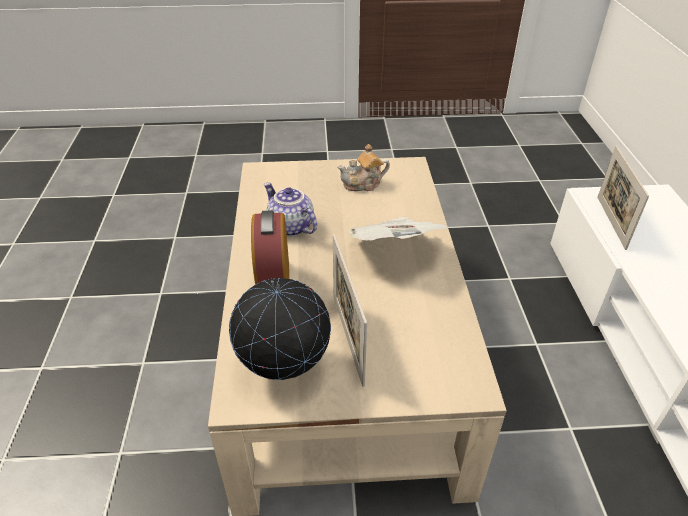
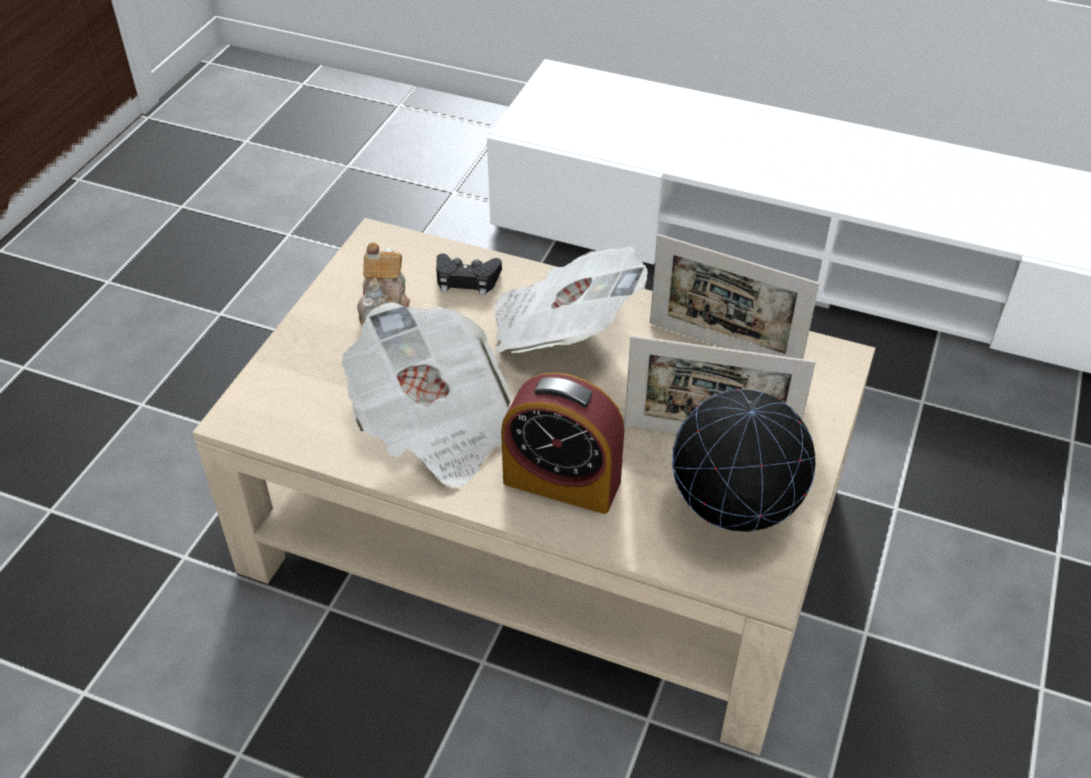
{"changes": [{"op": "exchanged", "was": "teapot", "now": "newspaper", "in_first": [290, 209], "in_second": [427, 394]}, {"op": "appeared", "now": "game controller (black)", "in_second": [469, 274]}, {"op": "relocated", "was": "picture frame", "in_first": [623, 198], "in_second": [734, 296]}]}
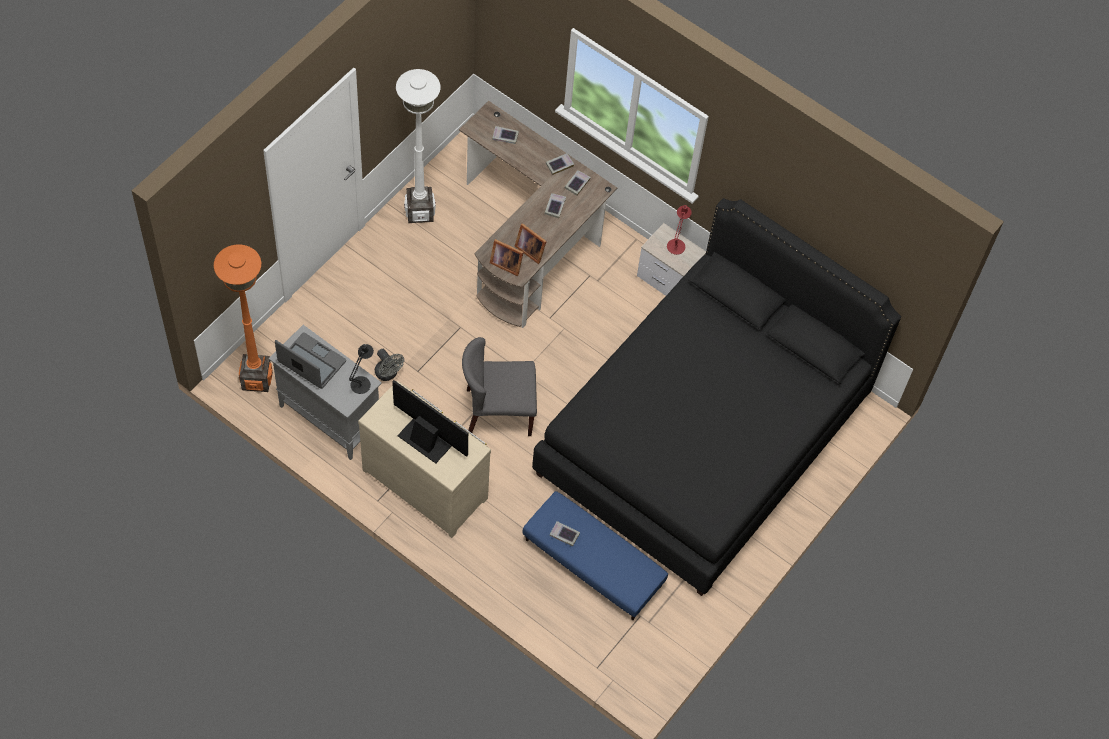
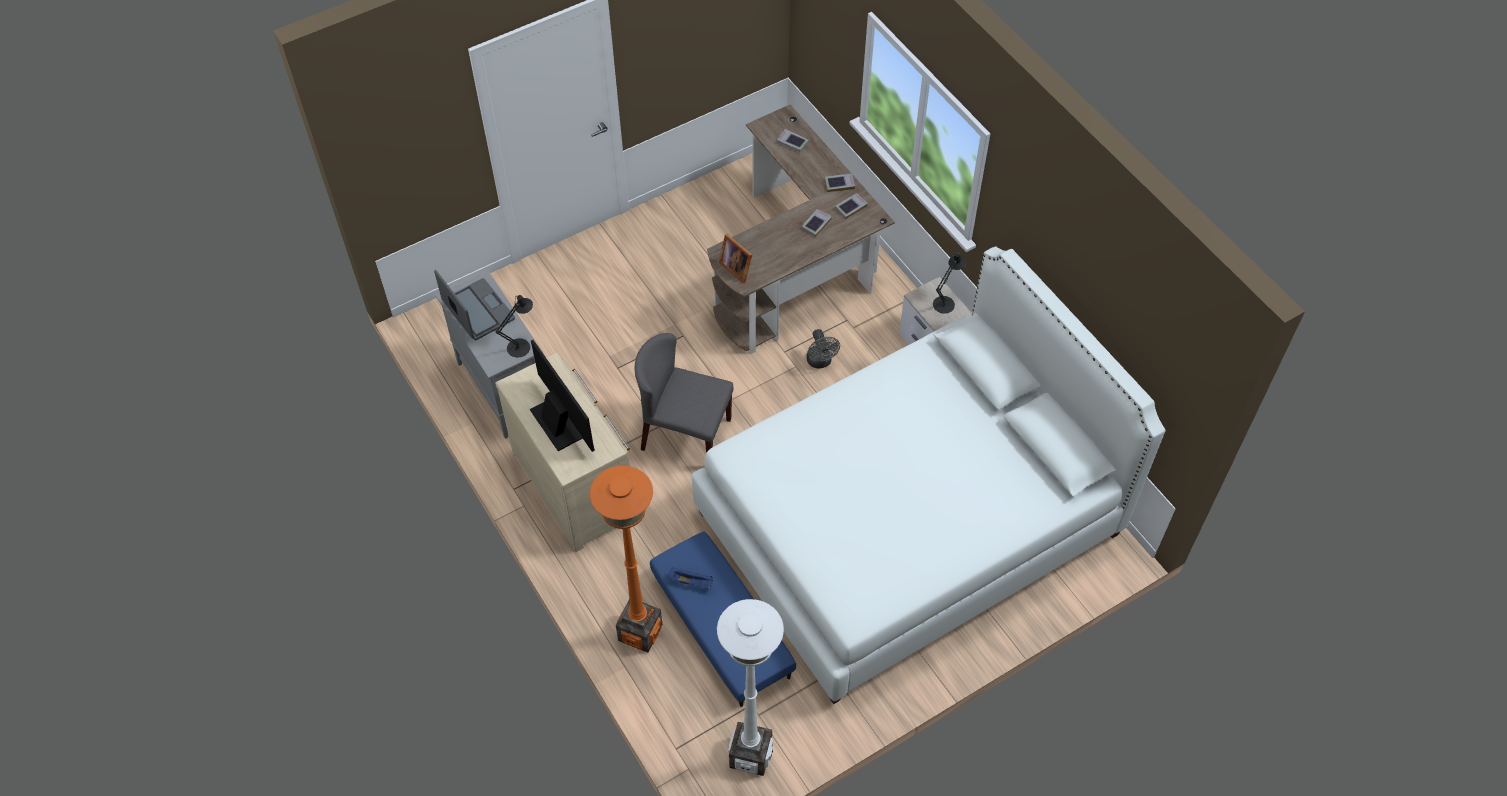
{"changes": [{"op": "relocated", "was": "floor lamp (orange)", "in_first": [243, 318], "in_second": [626, 559]}, {"op": "exchanged", "was": "book", "now": "tray (blue)", "in_first": [565, 533], "in_second": [690, 579]}, {"op": "colour", "was": "bed (black)", "now": "bed (white)", "in_first": [716, 397], "in_second": [929, 475]}, {"op": "relocated", "was": "floor lamp (white)", "in_first": [418, 146], "in_second": [750, 687]}, {"op": "relocated", "was": "fan (grey)", "in_first": [389, 365], "in_second": [823, 349]}, {"op": "colour", "was": "table lamp (red)", "now": "table lamp (black)", "in_first": [679, 230], "in_second": [949, 282]}, {"op": "missing", "was": "picture frame", "in_first": [531, 243]}]}
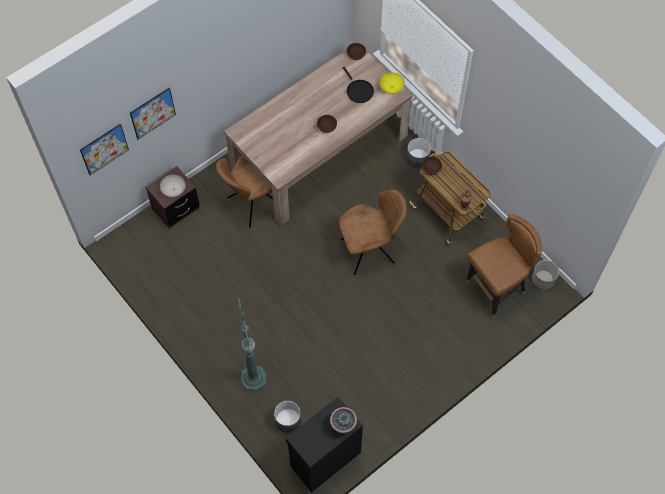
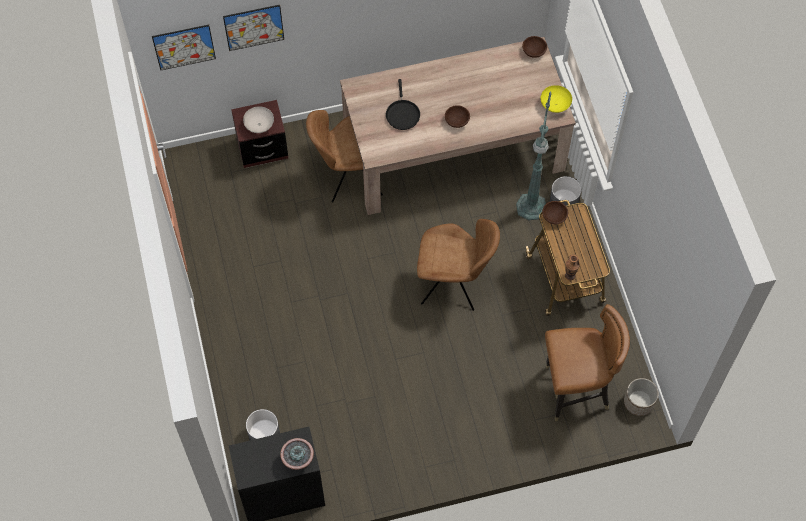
{"changes": [{"op": "relocated", "was": "frying pan (black)", "in_first": [358, 85], "in_second": [403, 104]}, {"op": "relocated", "was": "floor lamp (green)", "in_first": [252, 344], "in_second": [533, 155]}]}
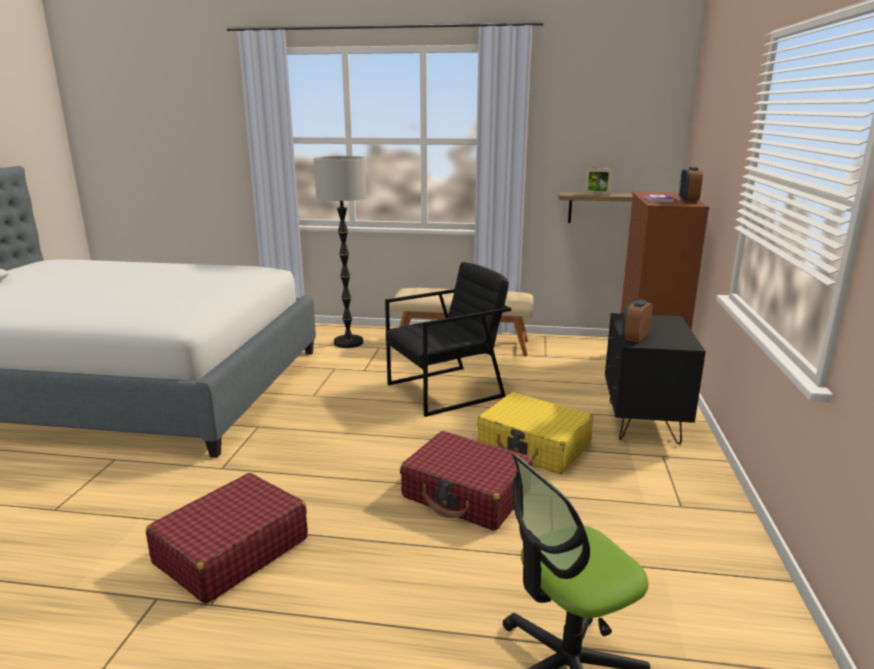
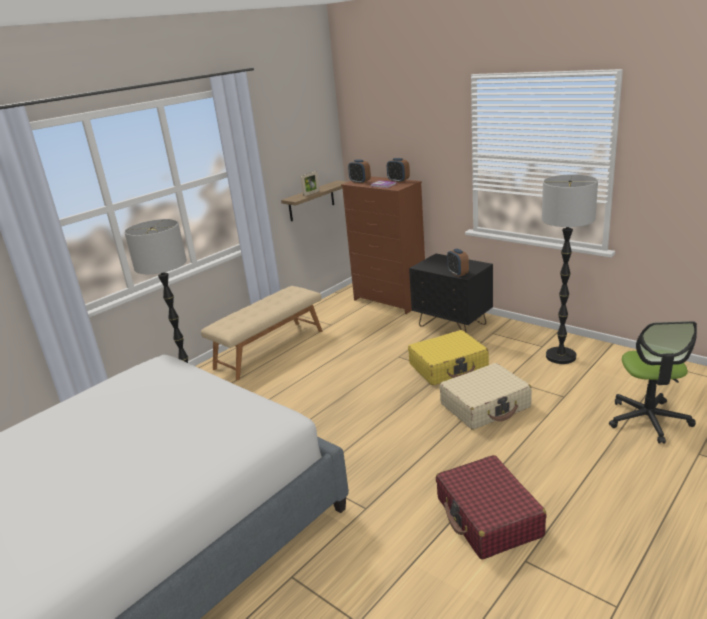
{"changes": [{"op": "appeared", "now": "alarm clock", "in_second": [359, 171]}, {"op": "colour", "was": "suitcase (red)", "now": "suitcase (beige)", "in_first": [466, 481], "in_second": [485, 396]}, {"op": "appeared", "now": "floor lamp", "in_second": [570, 269]}, {"op": "missing", "was": "armchair (black)", "in_first": [448, 339]}]}
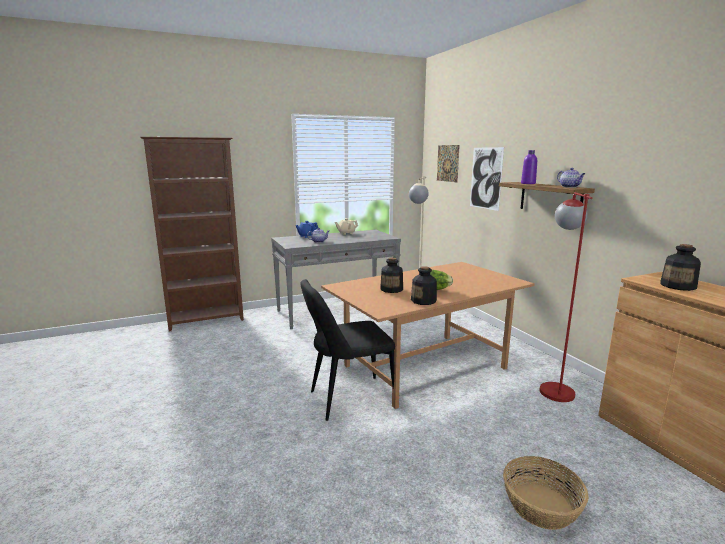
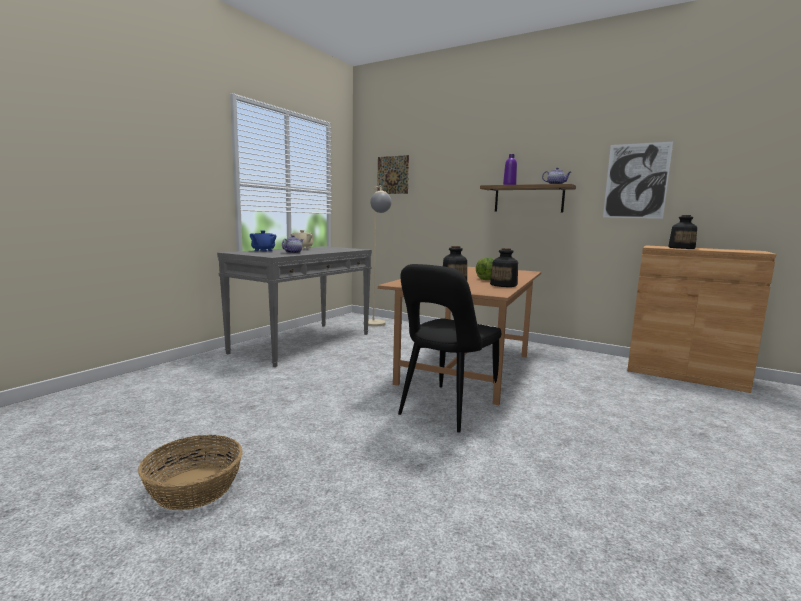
{"changes": [{"op": "relocated", "was": "basket", "in_first": [546, 493], "in_second": [190, 472]}, {"op": "relocated", "was": "picture", "in_first": [487, 179], "in_second": [638, 180]}, {"op": "missing", "was": "bookcase (brown)", "in_first": [192, 234]}, {"op": "missing", "was": "floor lamp (red)", "in_first": [566, 297]}]}
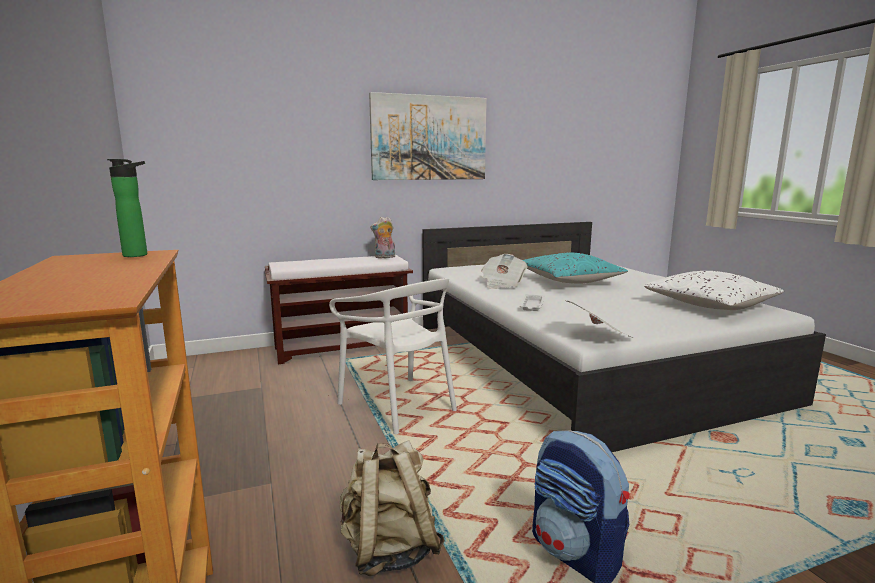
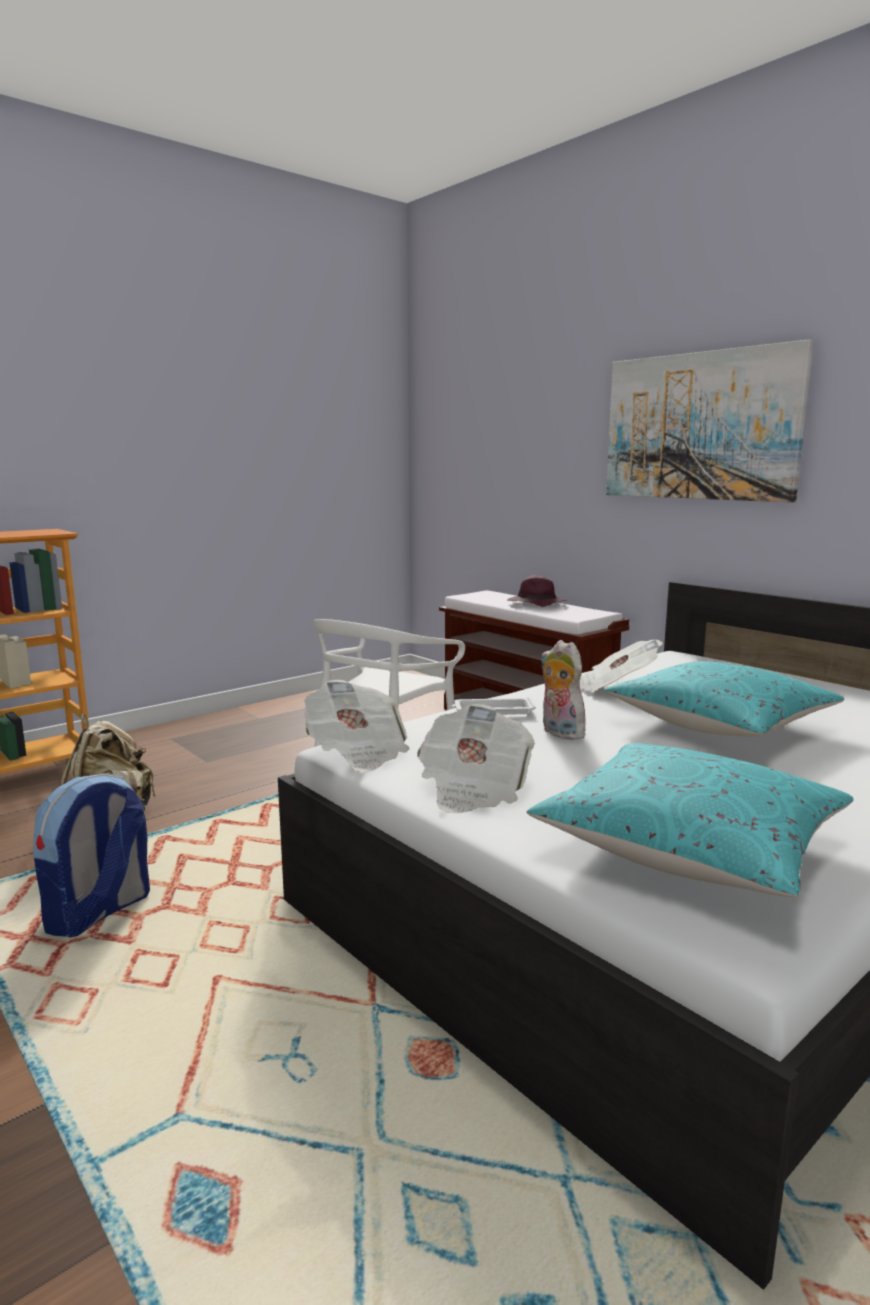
{"changes": [{"op": "appeared", "now": "newspaper", "in_second": [476, 758]}, {"op": "appeared", "now": "hat (purple)", "in_second": [537, 591]}, {"op": "colour", "was": "pillow (white)", "now": "pillow (turquoise)", "in_first": [714, 290], "in_second": [690, 820]}, {"op": "relocated", "was": "plush toy", "in_first": [382, 237], "in_second": [566, 690]}, {"op": "missing", "was": "bottle", "in_first": [127, 208]}]}
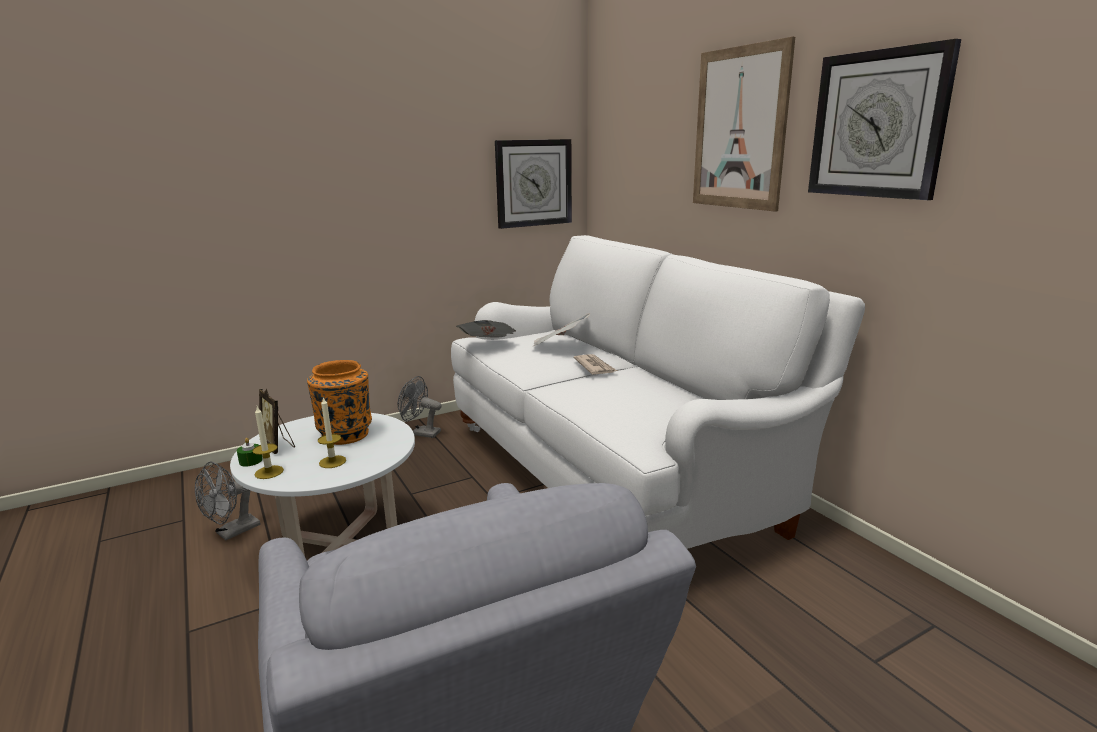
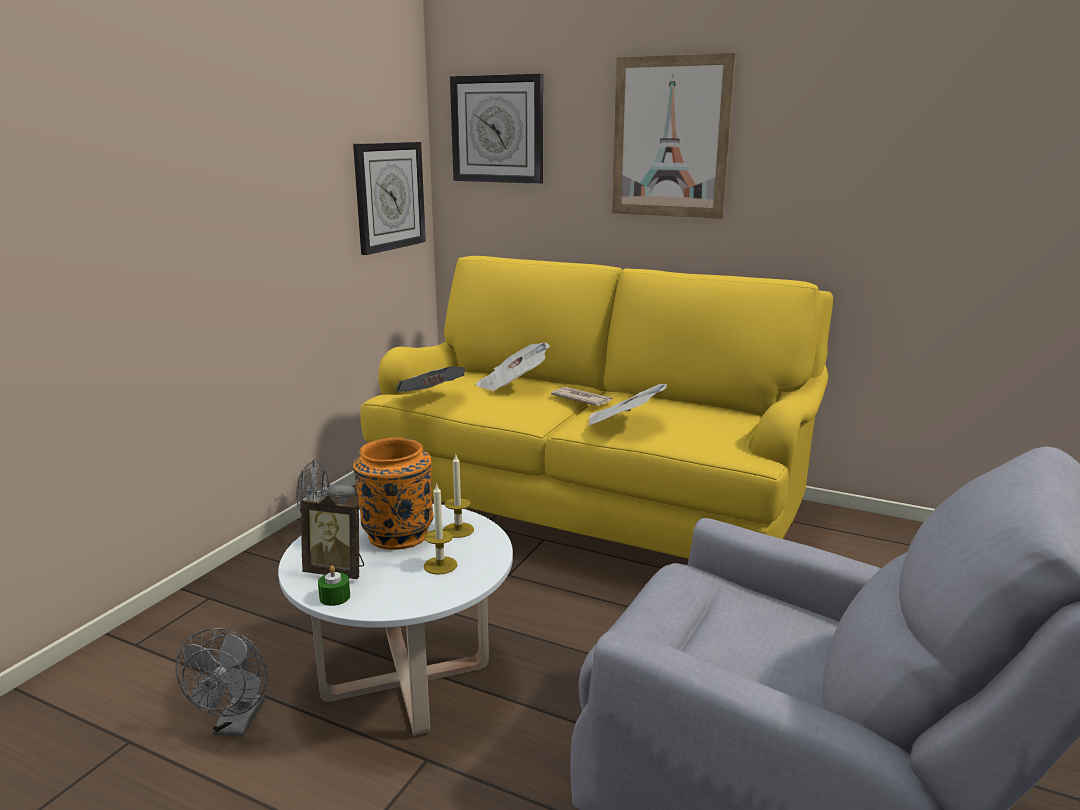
{"changes": [{"op": "colour", "was": "sofa (white)", "now": "sofa (yellow)", "in_first": [658, 392], "in_second": [596, 407]}, {"op": "relocated", "was": "candle", "in_first": [268, 443], "in_second": [459, 496]}, {"op": "relocated", "was": "wall clock", "in_first": [884, 119], "in_second": [496, 129]}, {"op": "appeared", "now": "newspaper", "in_second": [627, 404]}]}
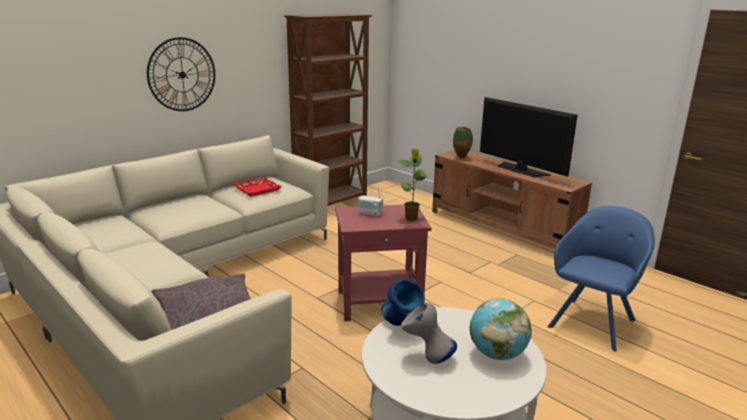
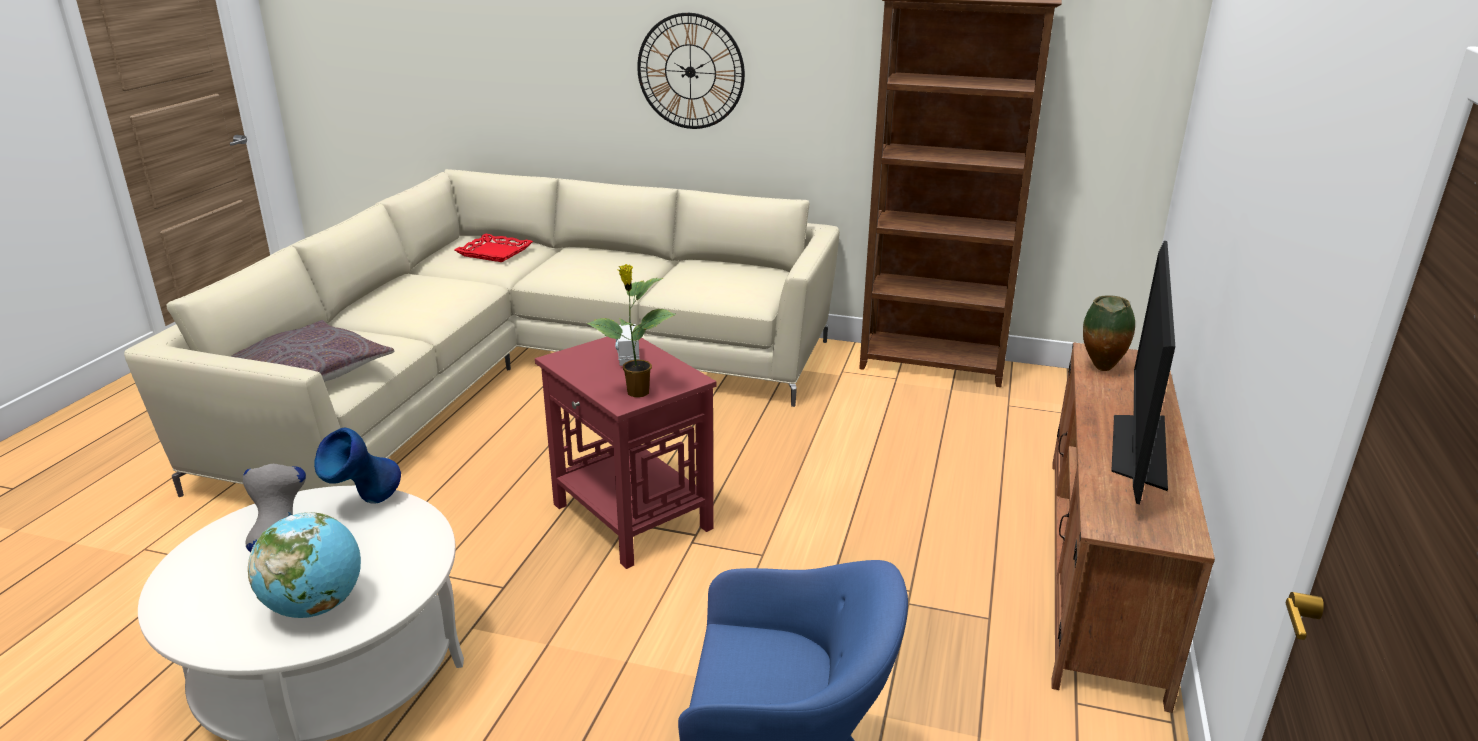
{"changes": [{"op": "relocated", "was": "tray (red)", "in_first": [257, 187], "in_second": [493, 247]}]}
